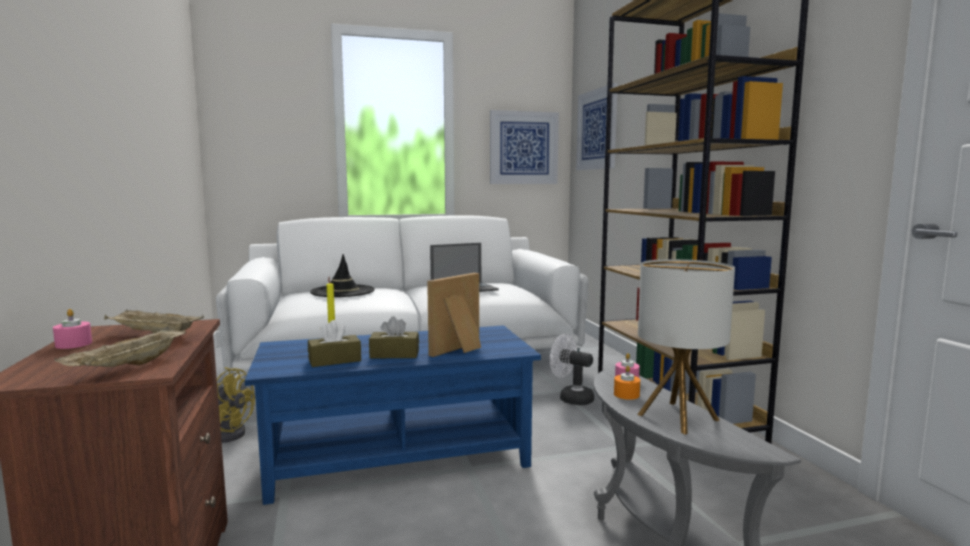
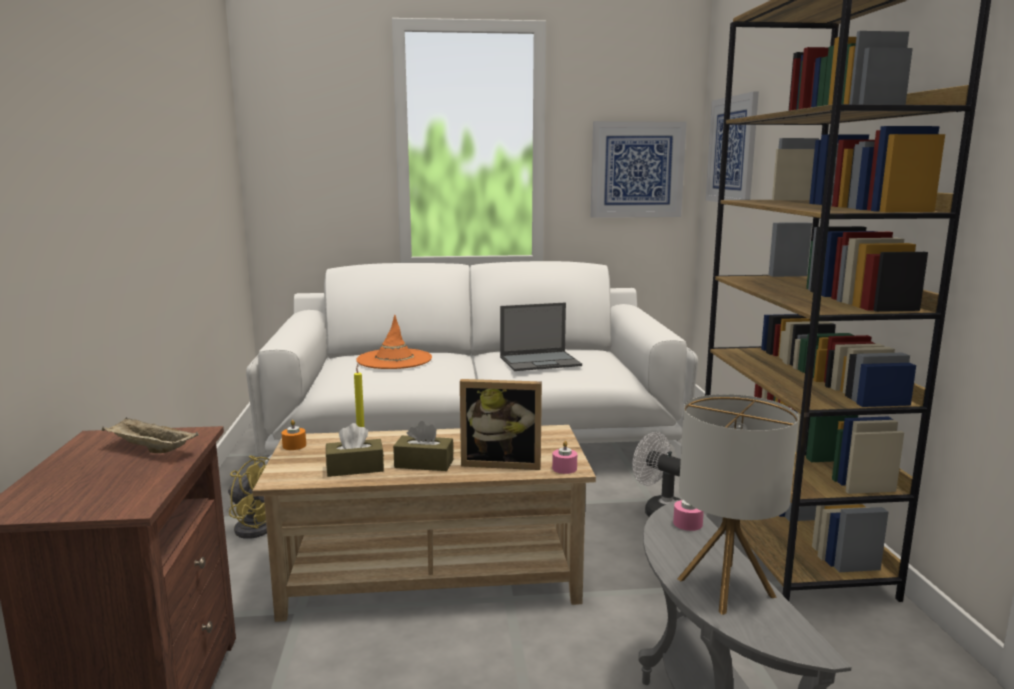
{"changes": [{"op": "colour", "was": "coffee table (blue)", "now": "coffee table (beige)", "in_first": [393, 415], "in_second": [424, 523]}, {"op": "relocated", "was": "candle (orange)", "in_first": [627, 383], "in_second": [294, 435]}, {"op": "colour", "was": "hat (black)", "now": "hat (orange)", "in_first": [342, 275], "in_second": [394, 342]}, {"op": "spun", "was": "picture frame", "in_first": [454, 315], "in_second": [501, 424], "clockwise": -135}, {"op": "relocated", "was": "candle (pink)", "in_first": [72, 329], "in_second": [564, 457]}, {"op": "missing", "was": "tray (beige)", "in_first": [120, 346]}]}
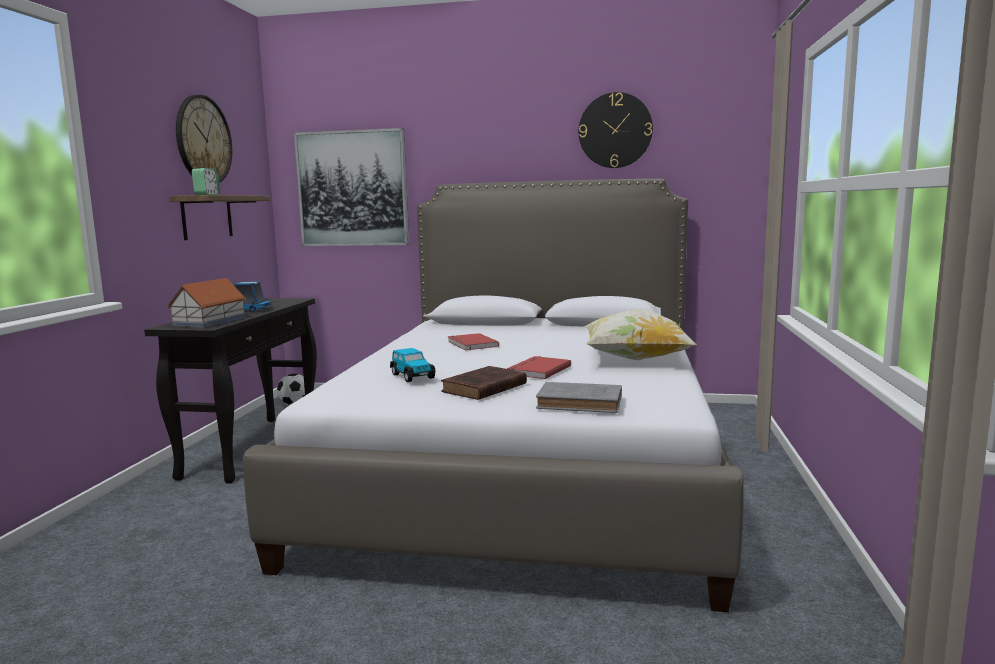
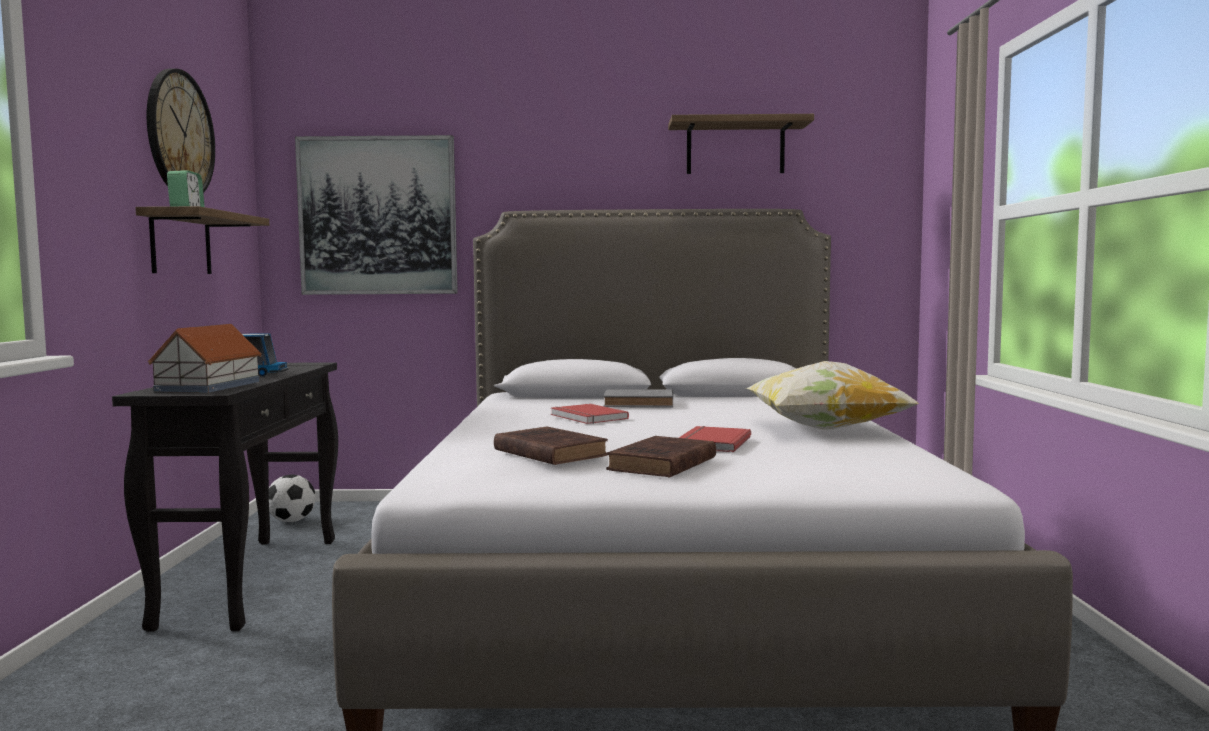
{"changes": [{"op": "exchanged", "was": "toy car", "now": "book (brown)", "in_first": [413, 365], "in_second": [551, 446]}, {"op": "relocated", "was": "book (grey)", "in_first": [579, 397], "in_second": [639, 398]}, {"op": "exchanged", "was": "wall clock", "now": "shelf", "in_first": [616, 130], "in_second": [741, 144]}]}
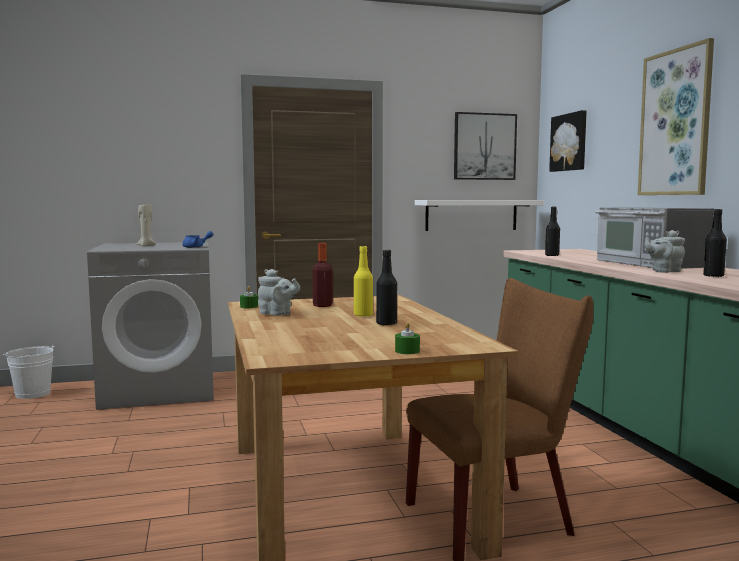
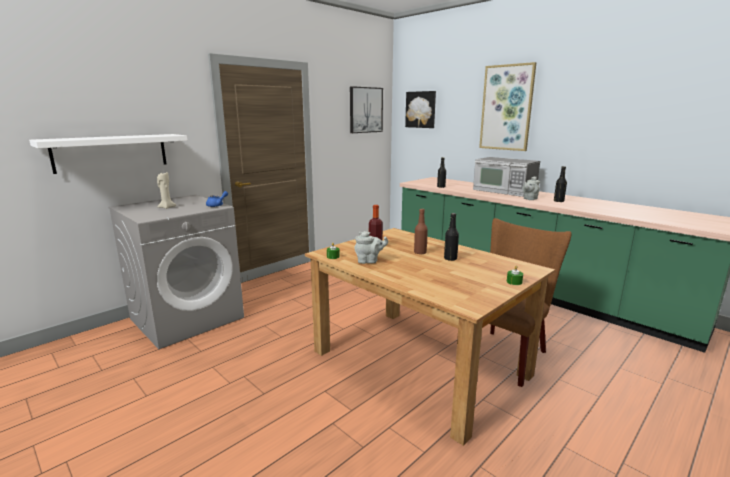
{"changes": [{"op": "relocated", "was": "shelf (white)", "in_first": [479, 215], "in_second": [108, 154]}, {"op": "colour", "was": "bottle (yellow)", "now": "bottle (brown)", "in_first": [363, 281], "in_second": [421, 231]}, {"op": "missing", "was": "bucket (white)", "in_first": [28, 372]}]}
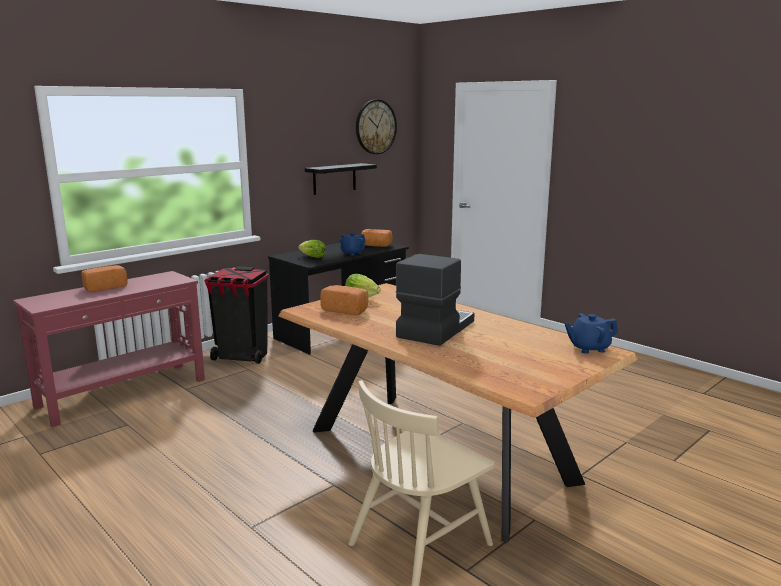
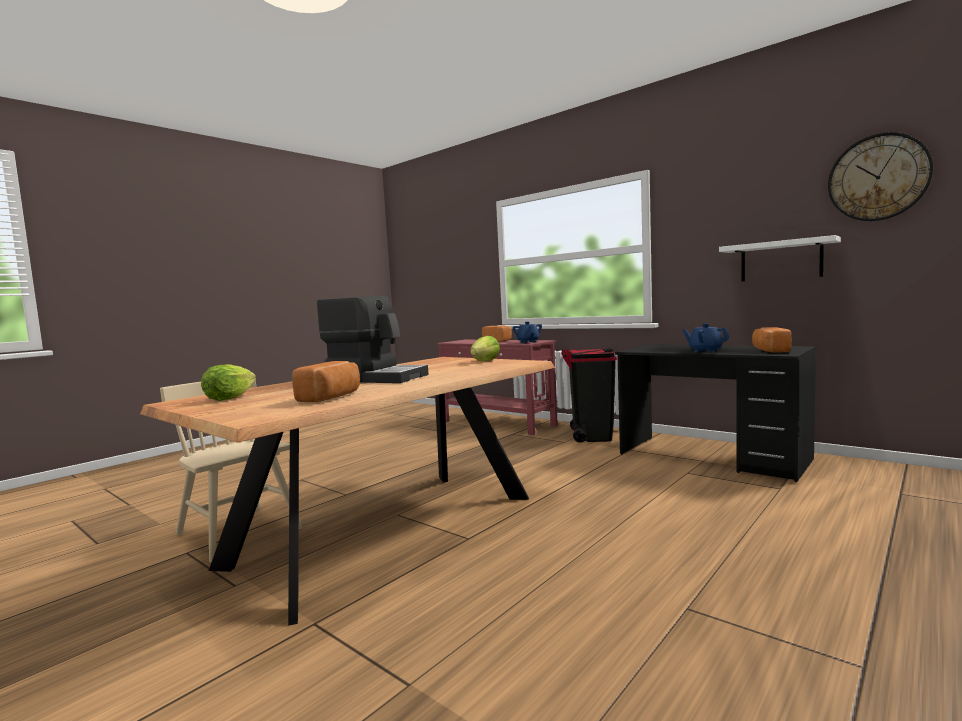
{"changes": [{"op": "relocated", "was": "lettuce", "in_first": [312, 249], "in_second": [228, 382]}, {"op": "relocated", "was": "bread", "in_first": [344, 300], "in_second": [326, 381]}, {"op": "relocated", "was": "teapot (blue)", "in_first": [591, 333], "in_second": [527, 332]}, {"op": "colour", "was": "shelf (black)", "now": "shelf (white)", "in_first": [341, 179], "in_second": [780, 258]}]}
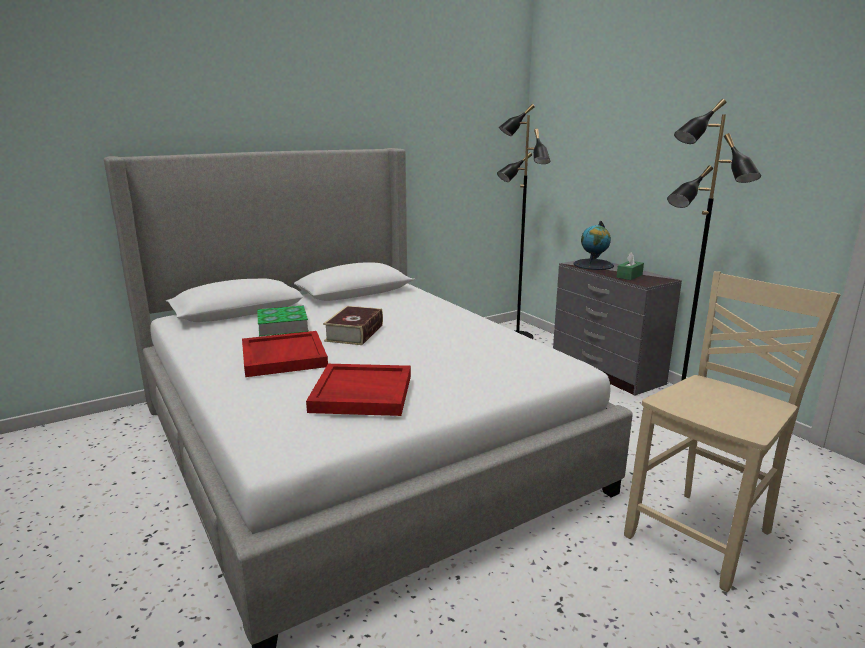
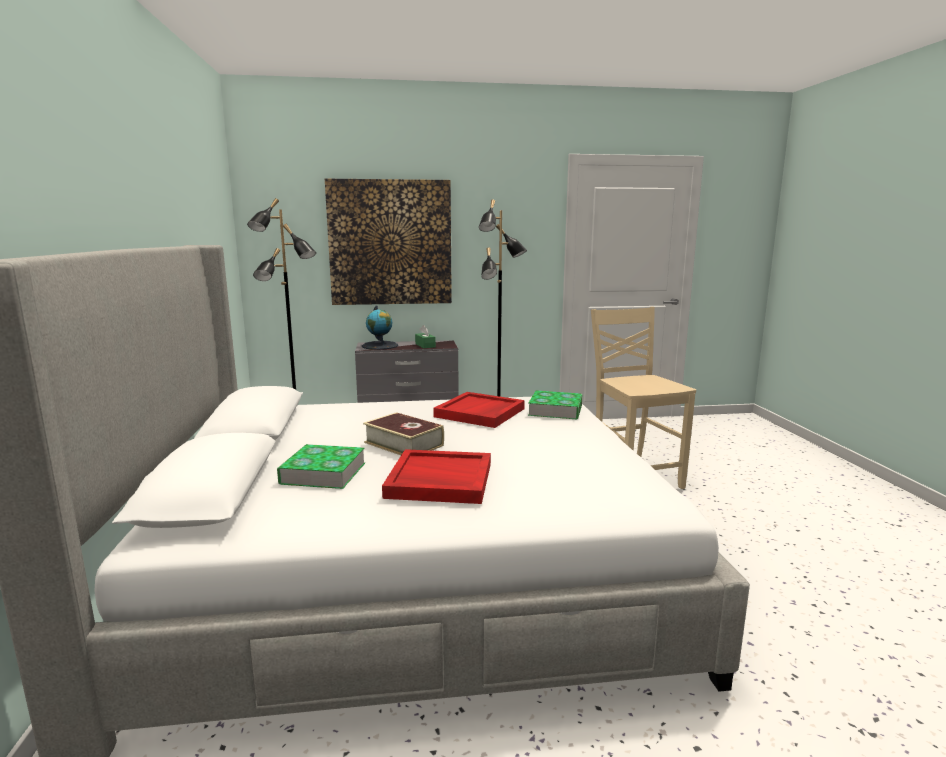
{"changes": [{"op": "appeared", "now": "picture", "in_second": [388, 242]}, {"op": "relocated", "was": "tray (red)", "in_first": [358, 390], "in_second": [479, 410]}, {"op": "appeared", "now": "book", "in_second": [555, 405]}]}
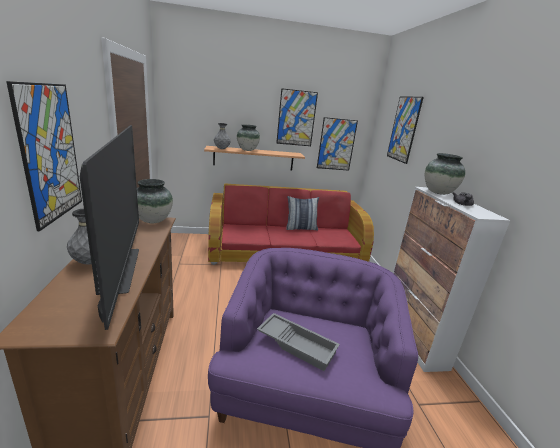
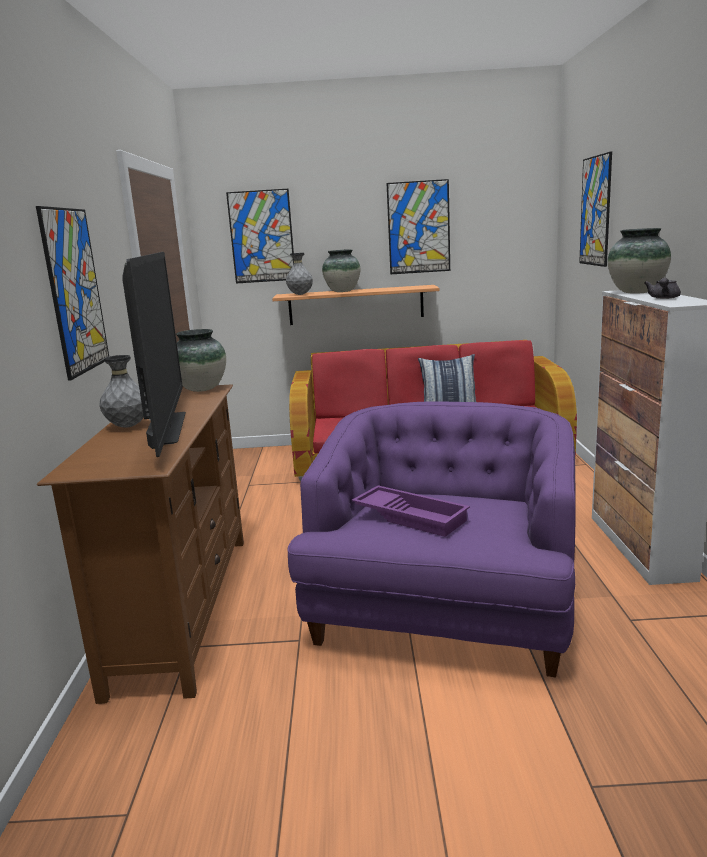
{"changes": [{"op": "relocated", "was": "picture", "in_first": [337, 144], "in_second": [260, 236]}, {"op": "colour", "was": "tray (grey)", "now": "tray (purple)", "in_first": [298, 342], "in_second": [411, 511]}]}
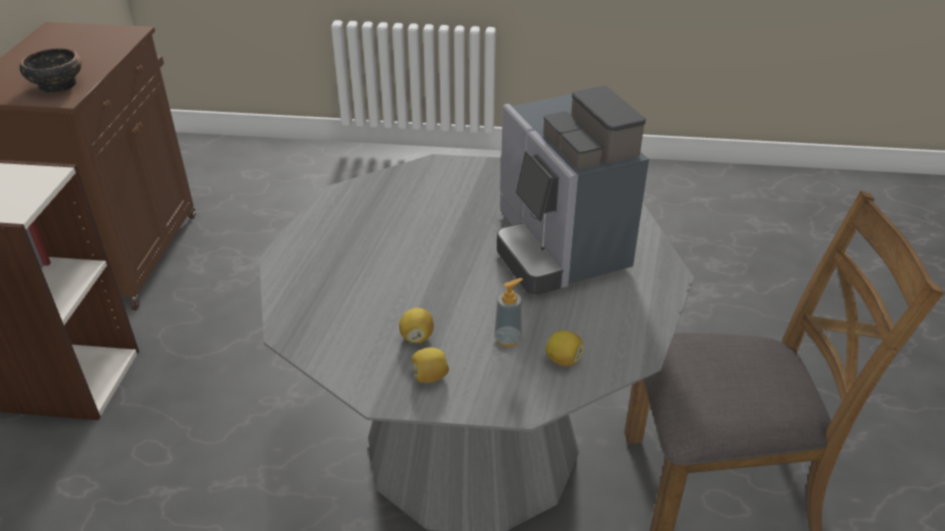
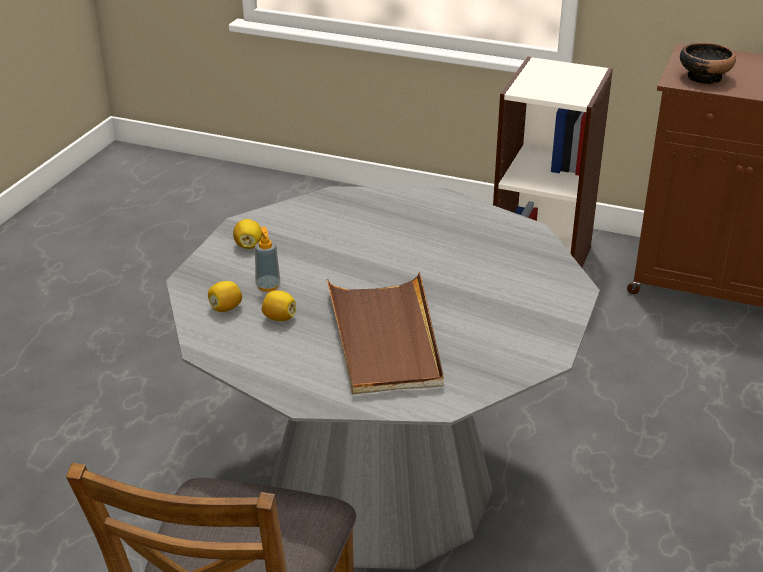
{"changes": [{"op": "relocated", "was": "lemon", "in_first": [416, 325], "in_second": [279, 305]}, {"op": "exchanged", "was": "coffee machine", "now": "tray (brown)", "in_first": [573, 190], "in_second": [385, 333]}]}
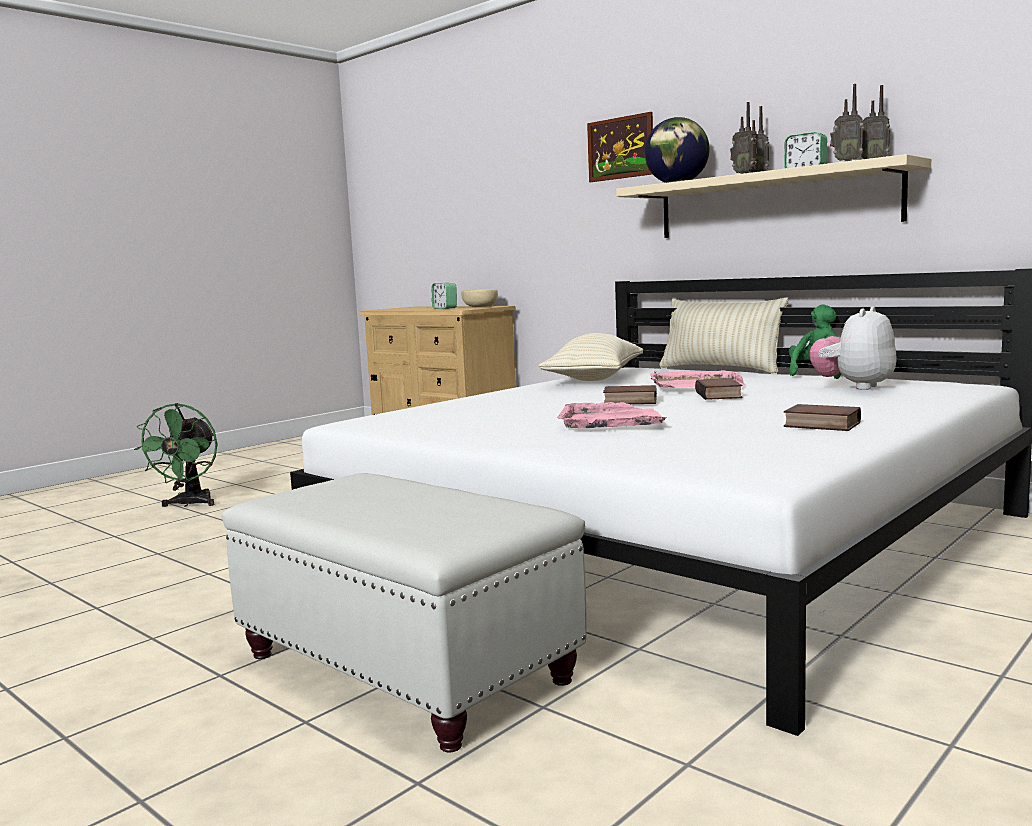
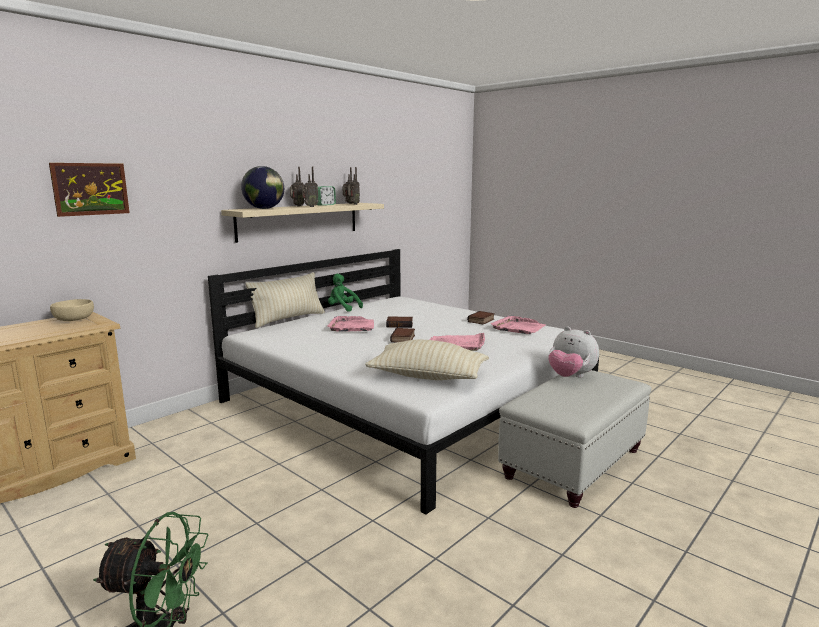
{"changes": [{"op": "relocated", "was": "picture", "in_first": [620, 147], "in_second": [89, 190]}, {"op": "relocated", "was": "pillow (beige)", "in_first": [591, 357], "in_second": [427, 359]}, {"op": "appeared", "now": "tray (pink)", "in_second": [518, 325]}, {"op": "relocated", "was": "plush toy", "in_first": [853, 348], "in_second": [573, 352]}, {"op": "missing", "was": "alarm clock", "in_first": [444, 295]}]}
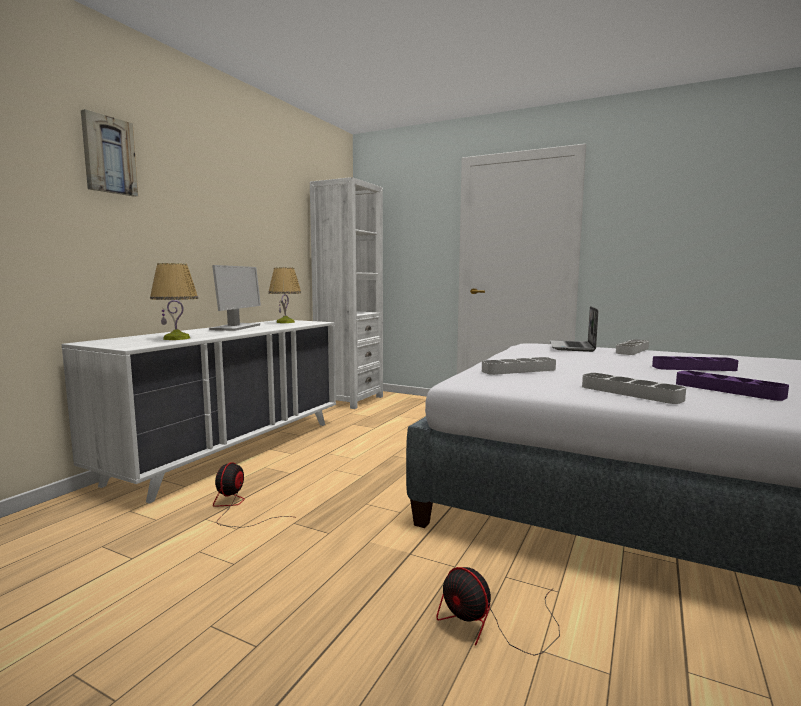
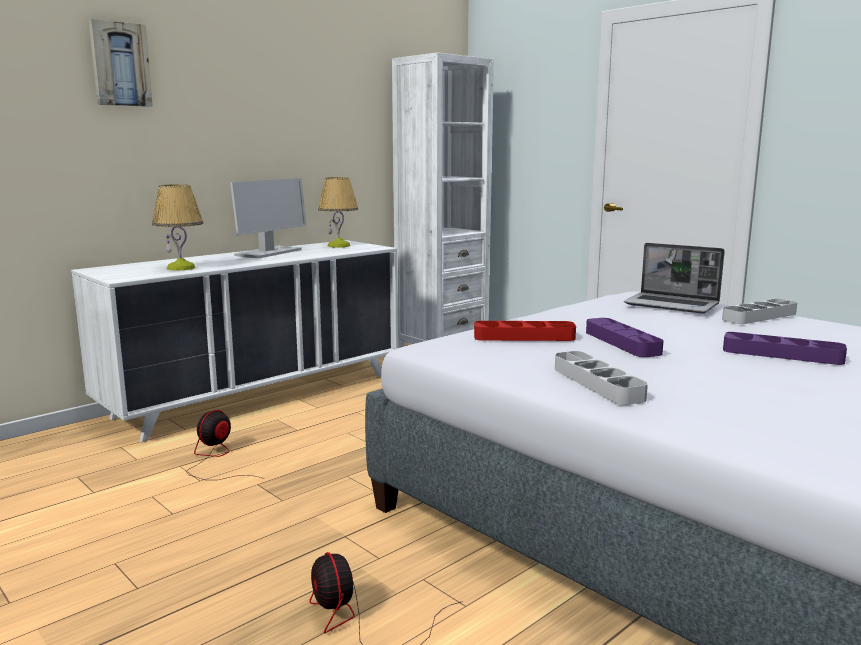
{"changes": [{"op": "colour", "was": "tray (grey)", "now": "tray (red)", "in_first": [519, 366], "in_second": [525, 331]}, {"op": "relocated", "was": "tray (purple)", "in_first": [732, 385], "in_second": [625, 337]}, {"op": "spun", "was": "laptop", "in_first": [574, 329], "in_second": [674, 278], "clockwise": -90}]}
